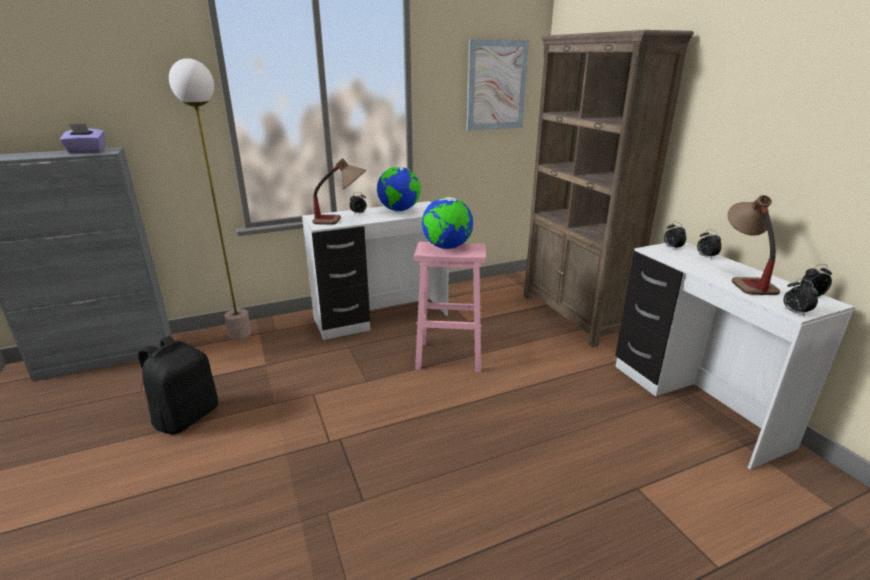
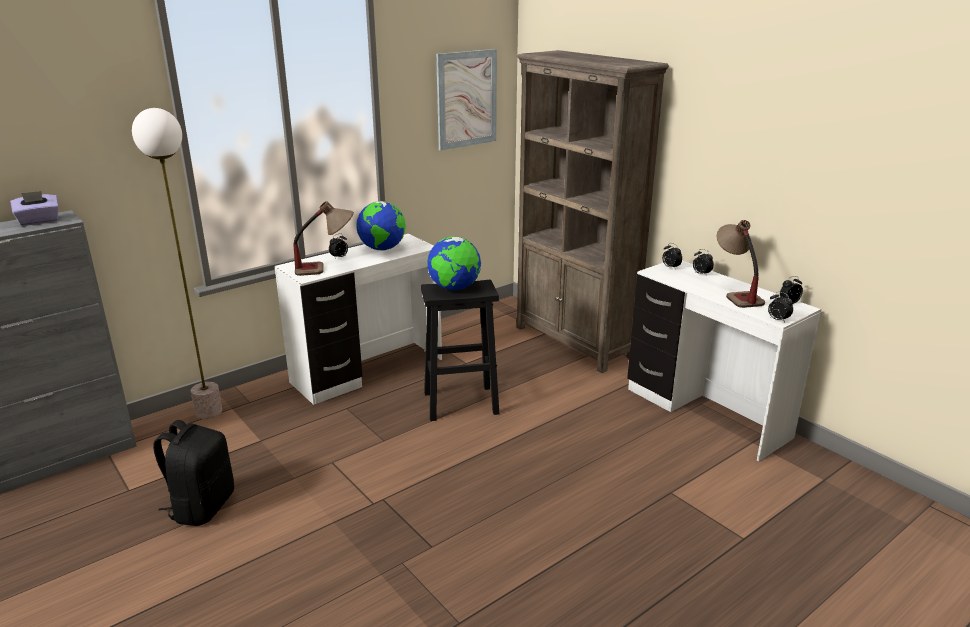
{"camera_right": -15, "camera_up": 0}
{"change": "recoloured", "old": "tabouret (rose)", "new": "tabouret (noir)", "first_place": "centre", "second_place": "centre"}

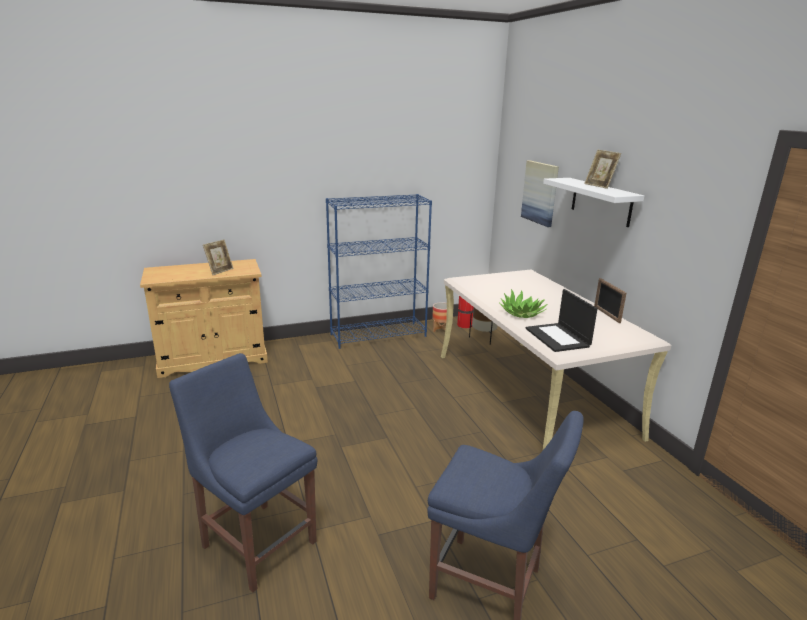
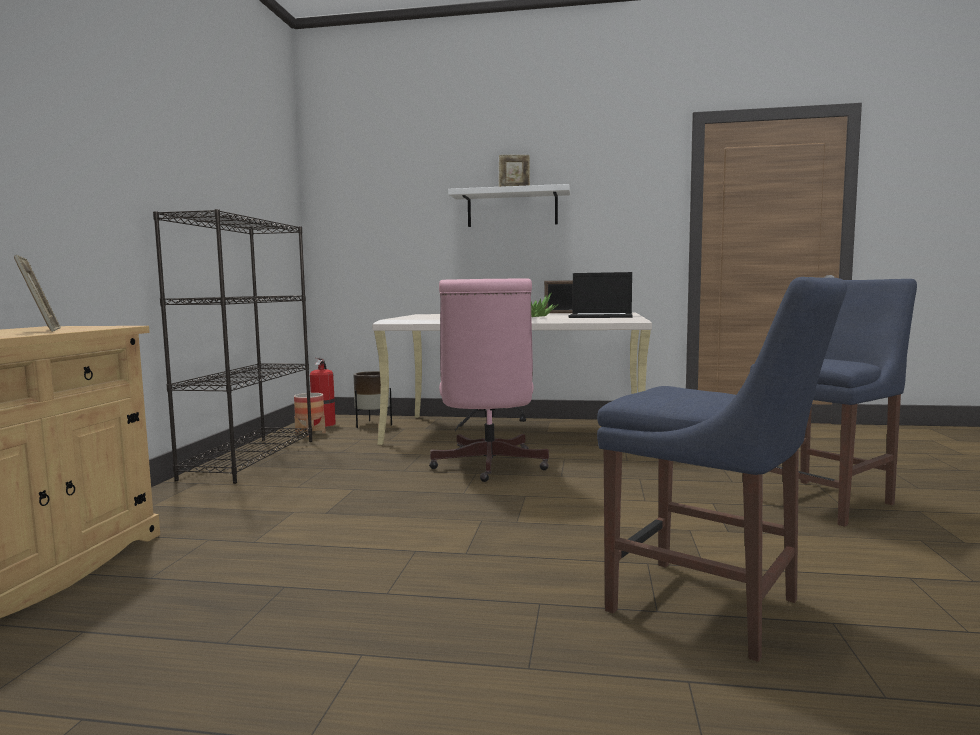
{"camera_right": -60, "camera_up": -15}
{"change": "recoloured", "old": "bibliothèque (bleu)", "new": "bibliothèque (noir)", "first_place": "centre", "second_place": "middle left"}
{"change": "added", "new": "chaise de bureau (rose)", "second_place": "centre"}
{"change": "turned", "old": "chaise (bleu) (1st from left)", "first_place": "bottom left", "second_place": "middle right", "degrees": -120}
{"change": "removed", "old": "tableau", "first_place": "top right"}

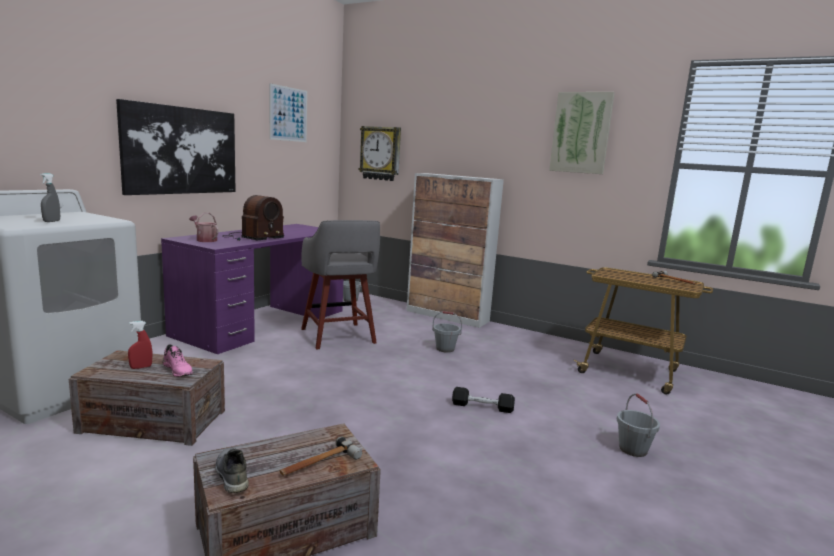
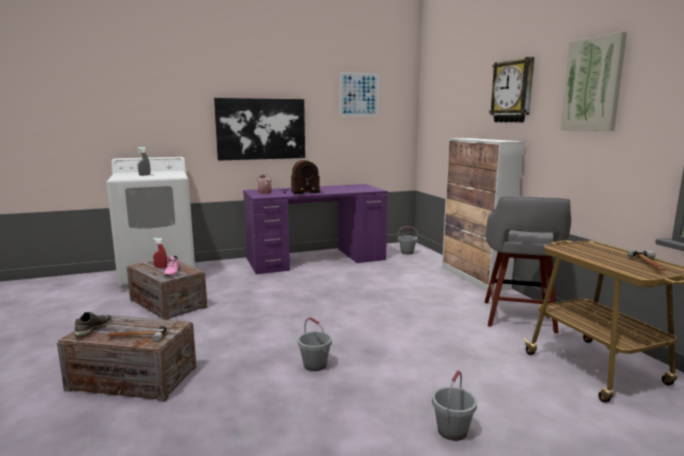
{"camera_right": 40, "camera_up": 0}
{"change": "moved", "old": "seau (gris) (2nd from left in the first image)", "new": "seau (gris) (1st from left)", "first_place": "centre", "second_place": "bottom centre"}
{"change": "moved", "old": "tabouret (gris)", "first_place": "centre", "second_place": "middle right"}
{"change": "moved", "old": "horloge murale", "first_place": "top centre", "second_place": "top right"}
{"change": "removed", "old": "haltère (noir)", "first_place": "bottom centre"}

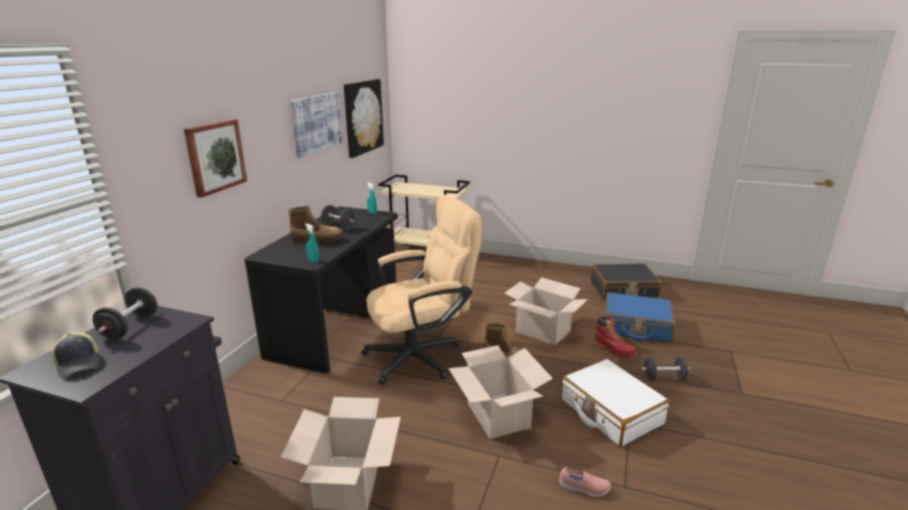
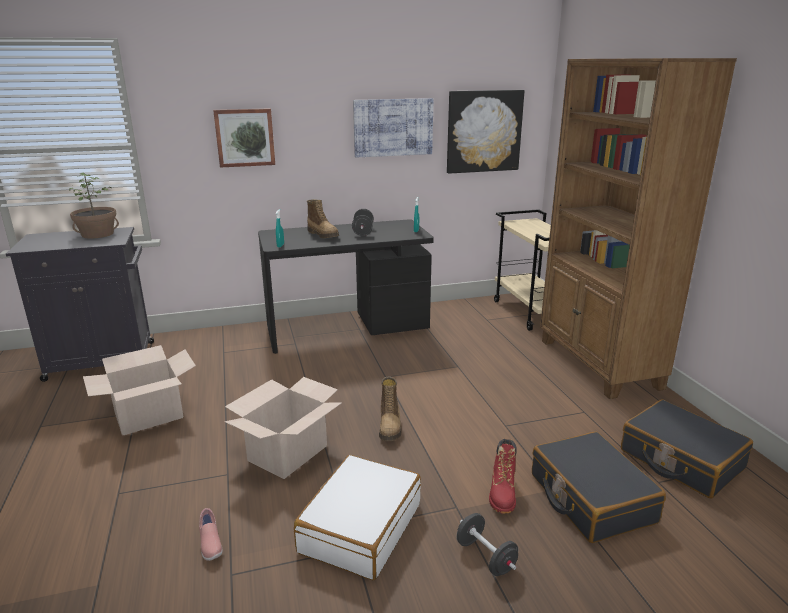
{"camera_right": 55, "camera_up": 0}
{"change": "replaced", "old": "haltère (noir) (1st from left)", "new": "plante en pot", "first_place": "middle left", "second_place": "middle left"}
{"change": "recoloured", "old": "valise (bleu)", "new": "valise (noir) (1st from left)", "first_place": "middle right", "second_place": "bottom right"}
{"change": "added", "new": "bibliothèque (marron)", "second_place": "middle right"}
{"change": "removed", "old": "casquette", "first_place": "bottom left"}
{"change": "removed", "old": "chaise de bureau (beige)", "first_place": "centre"}
{"change": "removed", "old": "carton (3rd from left)", "first_place": "centre"}

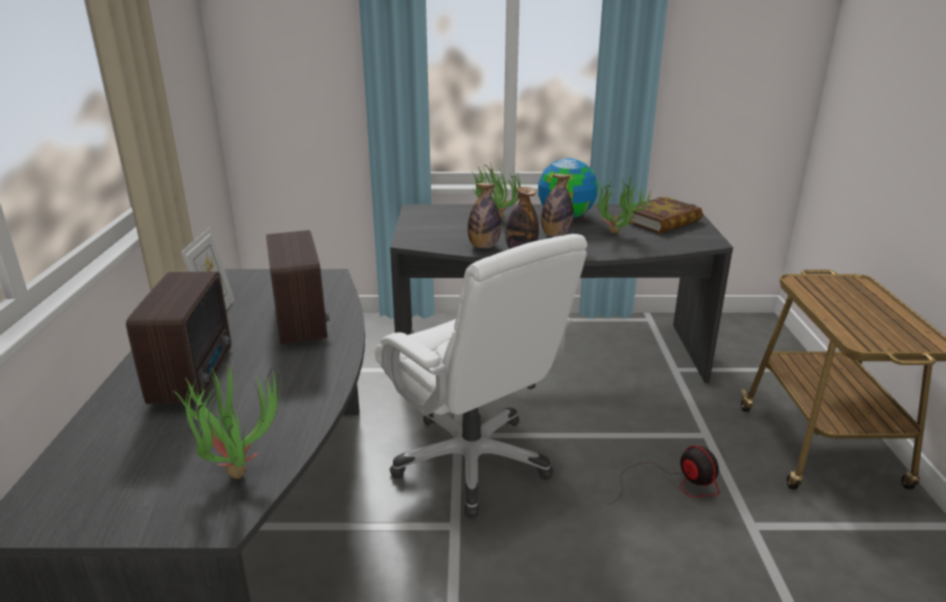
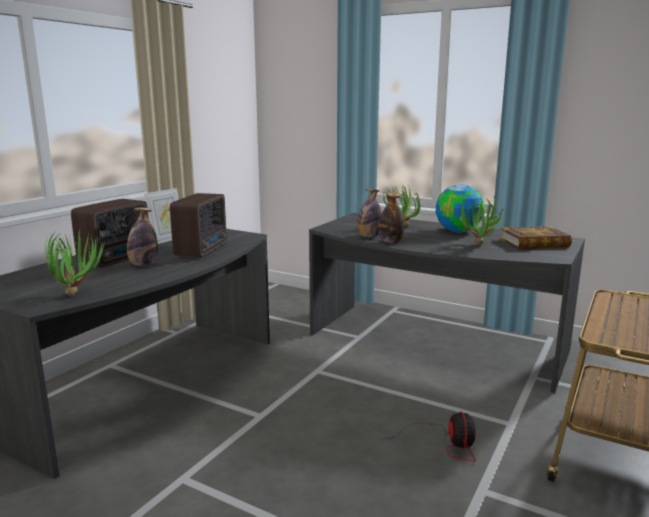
{"camera_right": 30, "camera_up": -10}
{"change": "moved", "old": "bouteille (3rd from left in the first image)", "new": "bouteille (1st from left)", "first_place": "centre", "second_place": "middle left"}
{"change": "removed", "old": "chaise de bureau (blanc)", "first_place": "centre"}

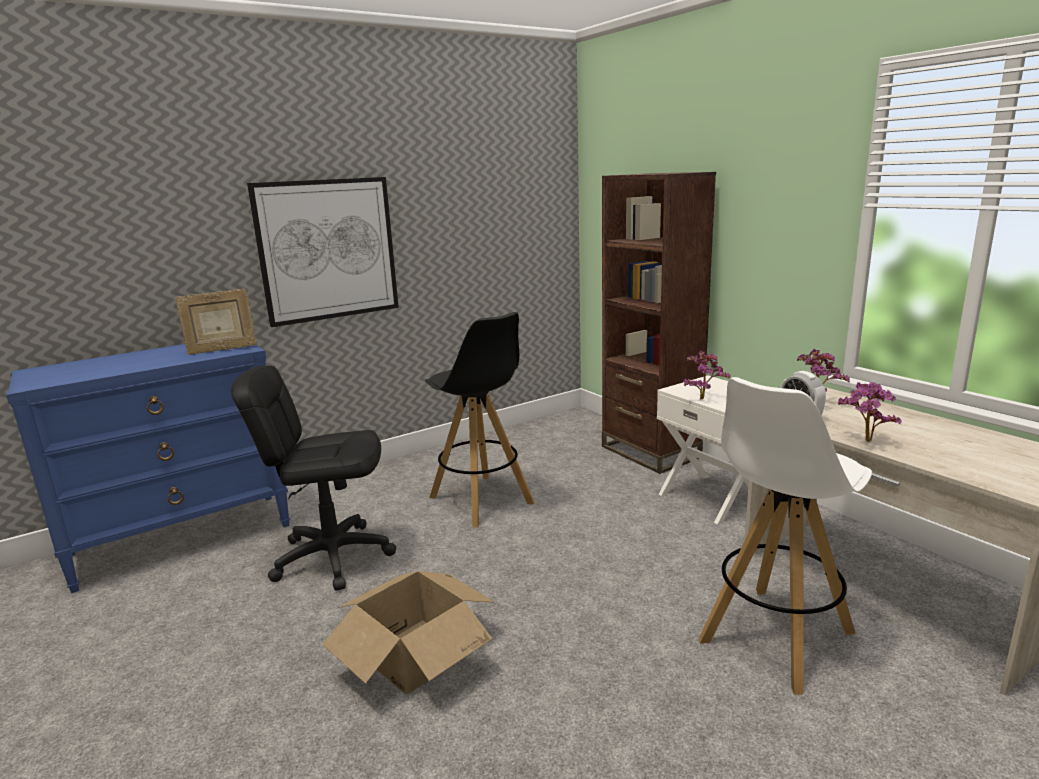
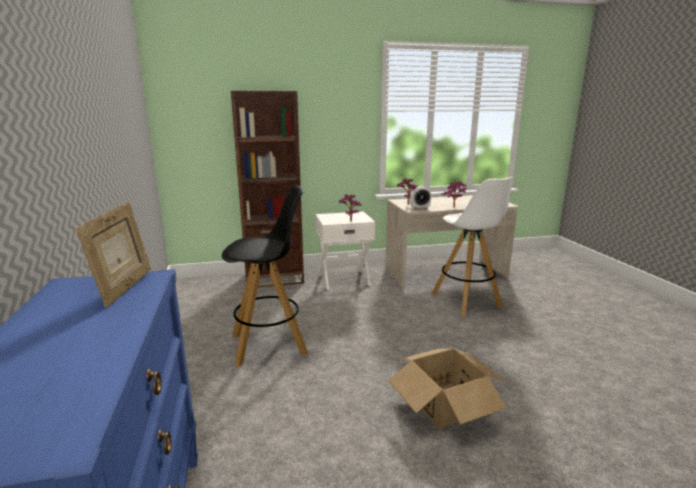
{"camera_right": -70, "camera_up": 0}
{"change": "removed", "old": "chaise de bureau (noir)", "first_place": "middle left"}
{"change": "removed", "old": "tableau", "first_place": "top left"}

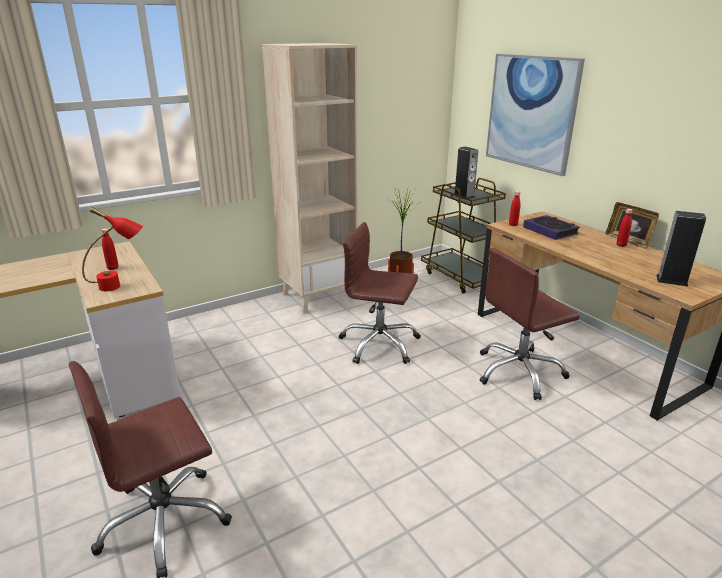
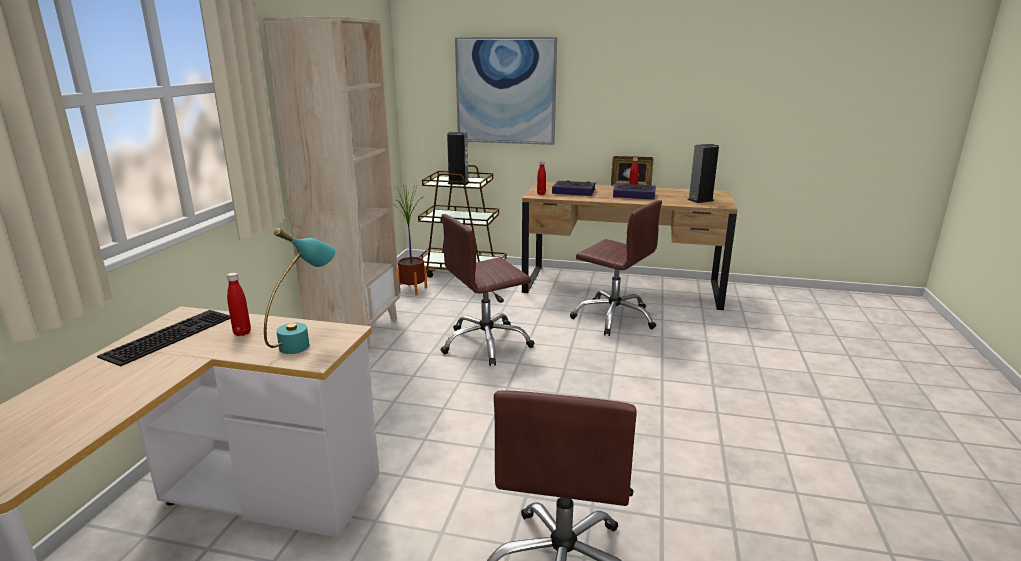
{"camera_right": -45, "camera_up": -5}
{"change": "added", "new": "clavier", "second_place": "middle left"}
{"change": "recoloured", "old": "lampe de table (rouge)", "new": "lampe de table (turquoise)", "first_place": "middle left", "second_place": "middle left"}
{"change": "turned", "old": "chaise de bureau (marron) (3rd from left)", "first_place": "middle right", "second_place": "centre", "degrees": -75}
{"change": "added", "new": "livre (2nd from left)", "second_place": "centre"}

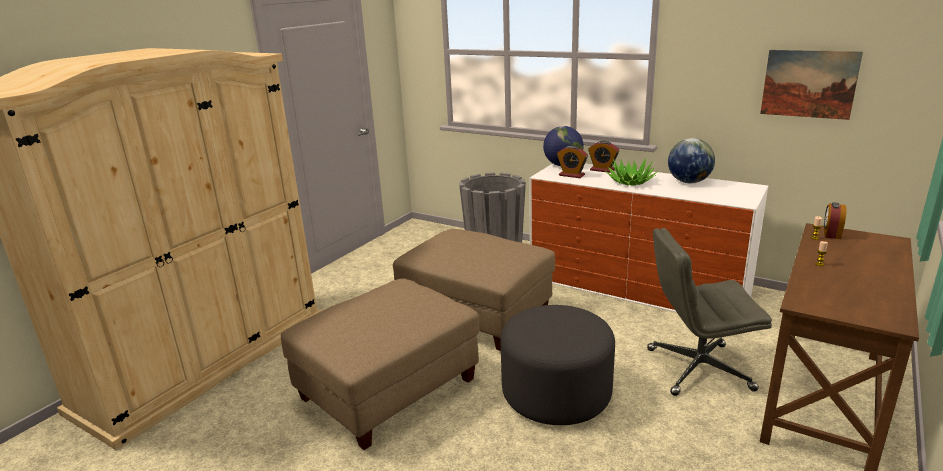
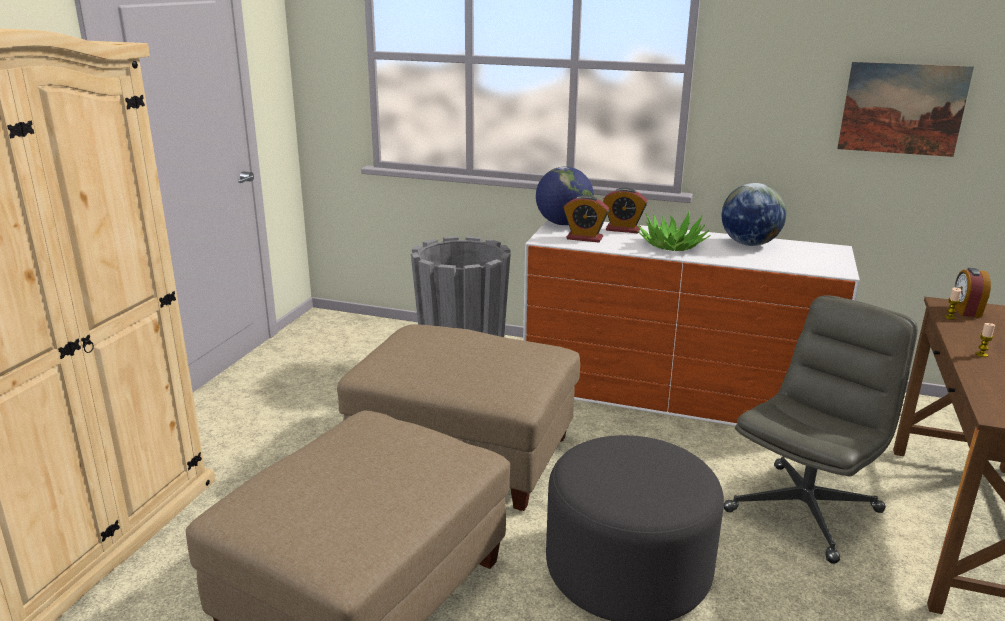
{"camera_right": -15, "camera_up": 0}
{"change": "turned", "old": "chaise de bureau (gris)", "first_place": "middle right", "second_place": "bottom right", "degrees": 150}

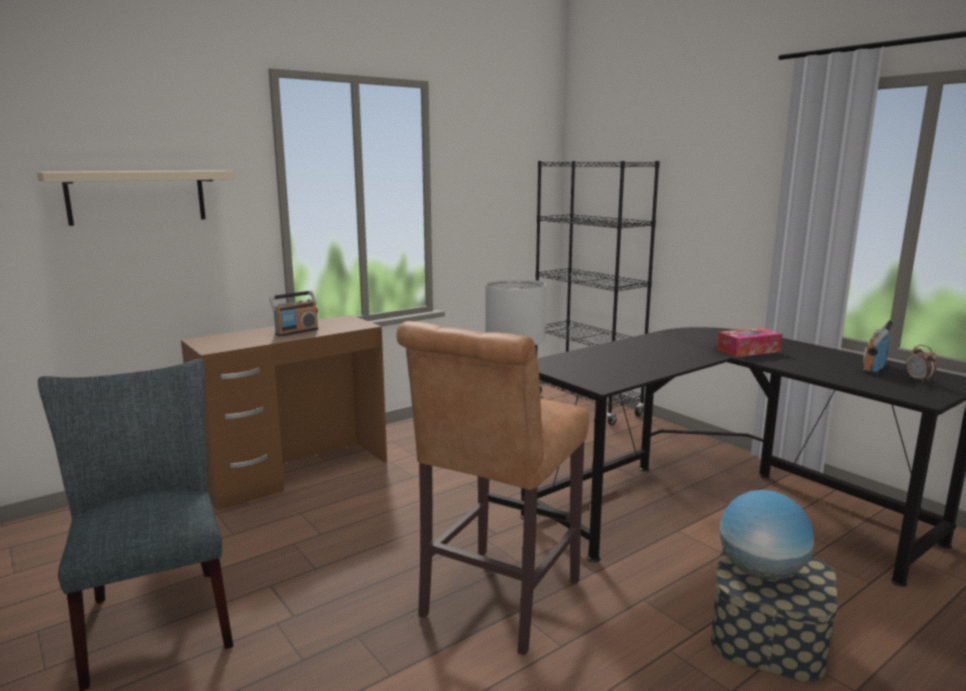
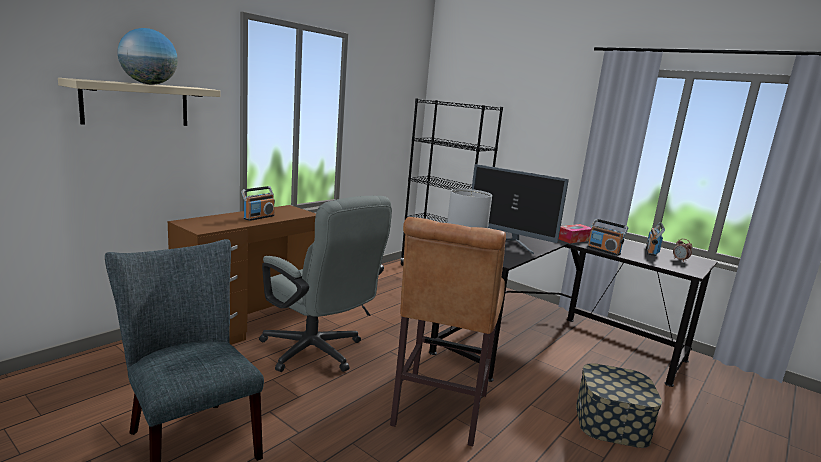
{"camera_right": -15, "camera_up": 0}
{"change": "moved", "old": "globe", "first_place": "bottom right", "second_place": "top left"}
{"change": "added", "new": "chaise de bureau (gris)", "second_place": "centre"}
{"change": "added", "new": "écran d'ordinateur", "second_place": "centre"}
{"change": "added", "new": "radio (2nd from left)", "second_place": "middle right"}

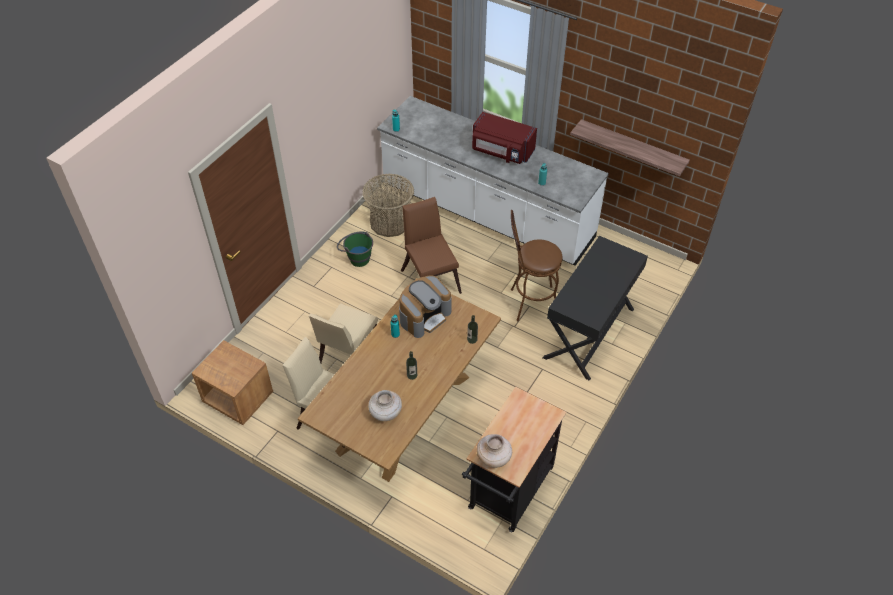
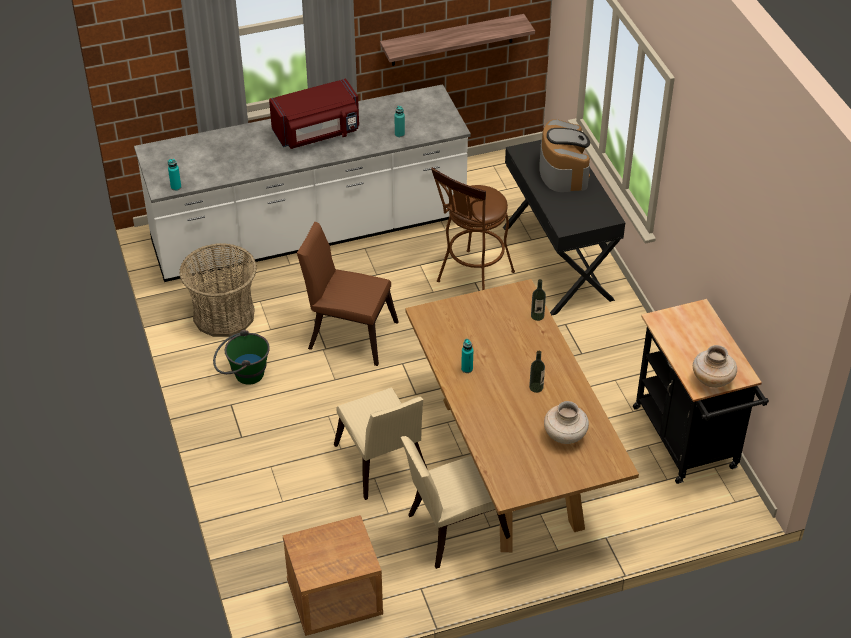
{"camera_right": -50, "camera_up": -5}
{"change": "moved", "old": "machine à café", "first_place": "centre", "second_place": "top centre"}

